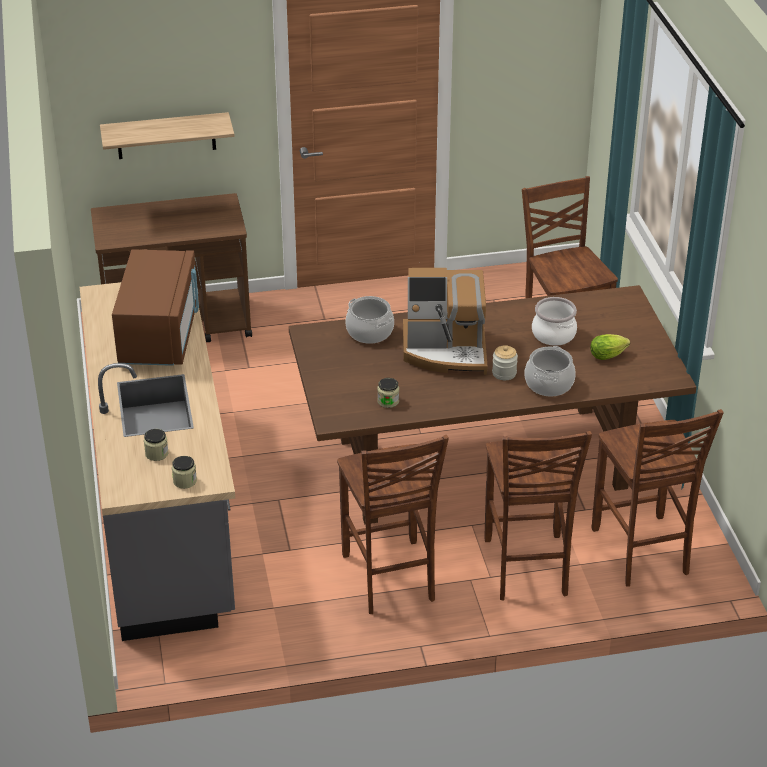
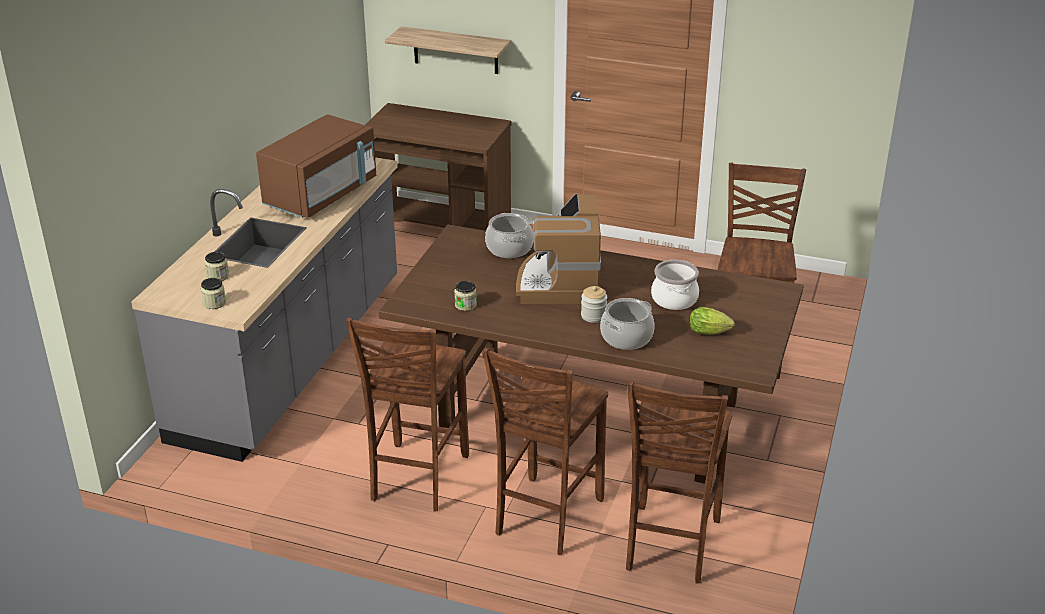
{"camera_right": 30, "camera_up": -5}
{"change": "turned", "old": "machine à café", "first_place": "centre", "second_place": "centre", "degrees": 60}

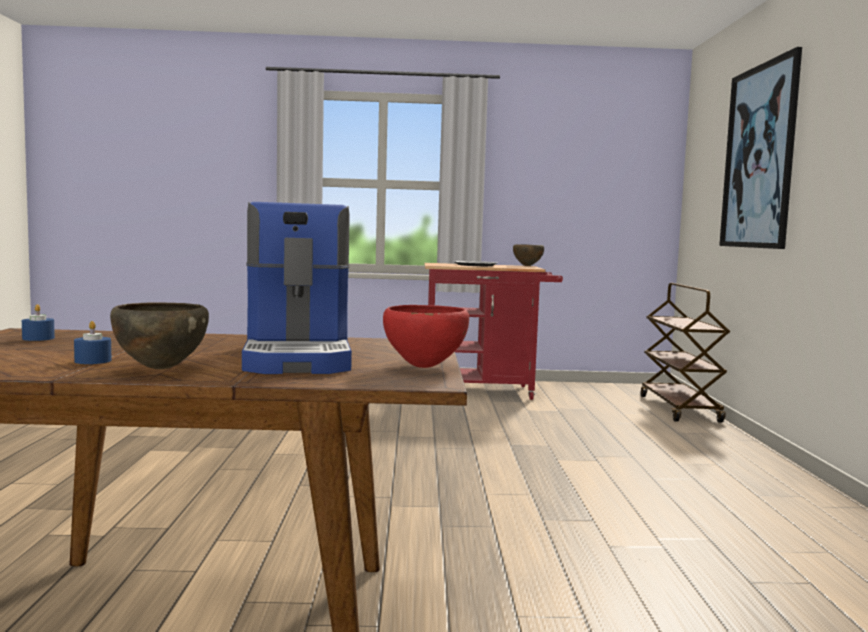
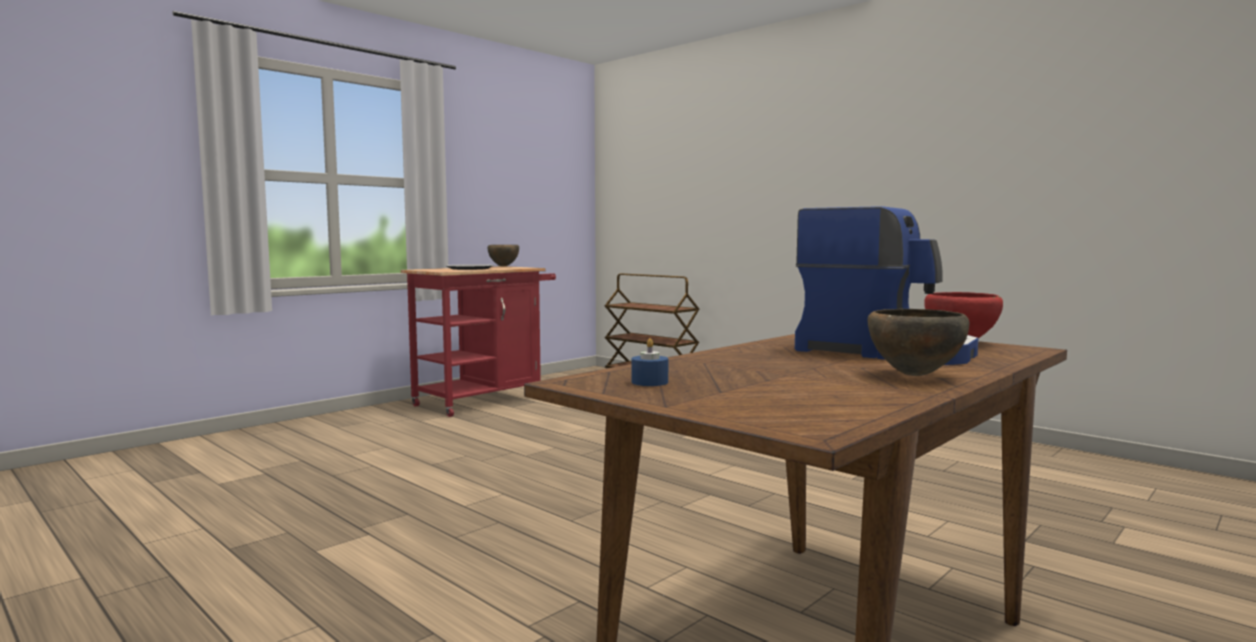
{"camera_right": -45, "camera_up": 0}
{"change": "removed", "old": "bougie (bleu) (2nd from left)", "first_place": "middle left"}
{"change": "removed", "old": "tableau", "first_place": "top right"}

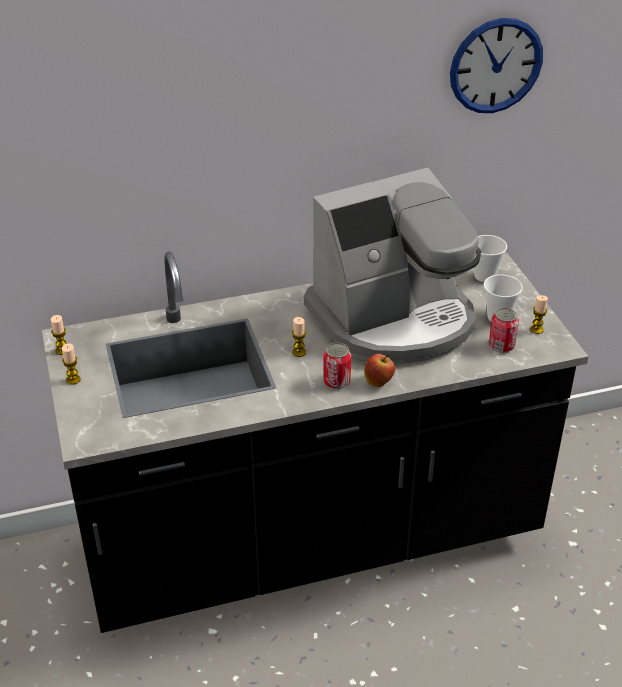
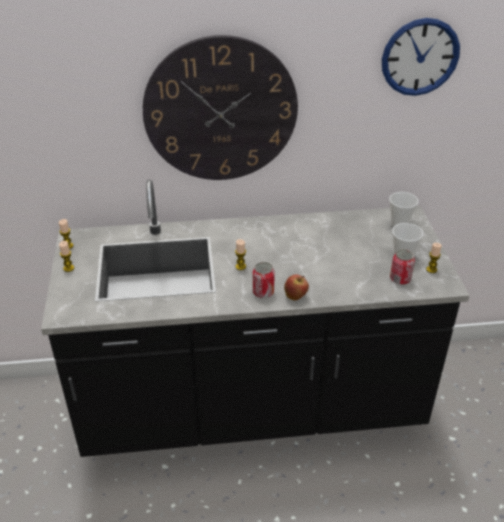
{"camera_right": 10, "camera_up": 0}
{"change": "added", "new": "horloge murale (1st from left)", "second_place": "top centre"}
{"change": "removed", "old": "machine à café", "first_place": "centre"}

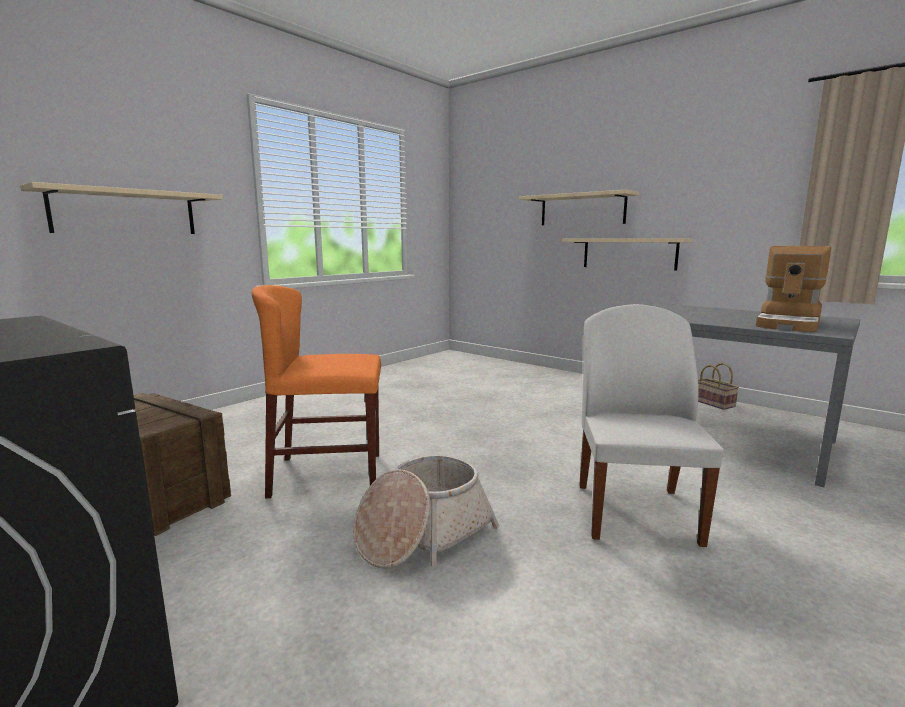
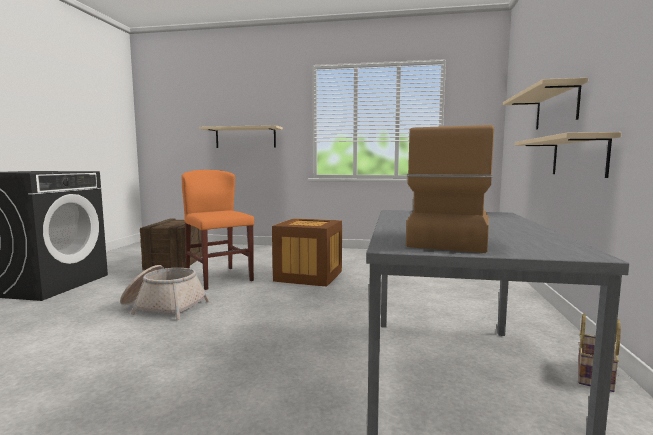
{"camera_right": 60, "camera_up": -5}
{"change": "added", "new": "caisse (2nd from left)", "second_place": "centre"}
{"change": "turned", "old": "machine à café", "first_place": "middle right", "second_place": "middle right", "degrees": 105}
{"change": "removed", "old": "chaise (blanc)", "first_place": "middle right"}

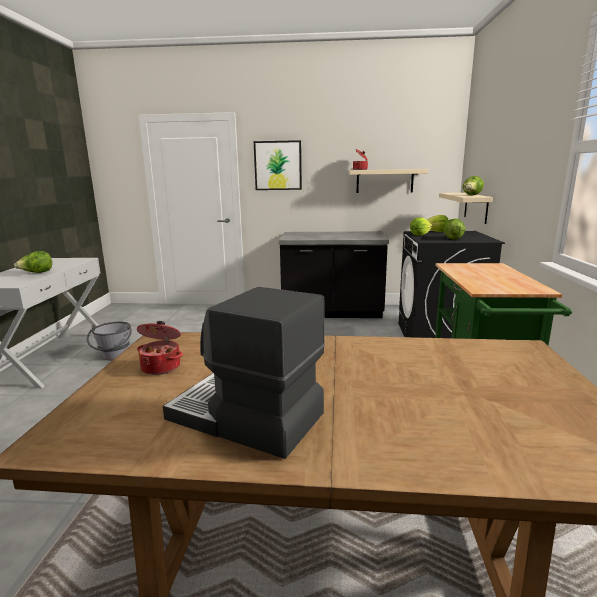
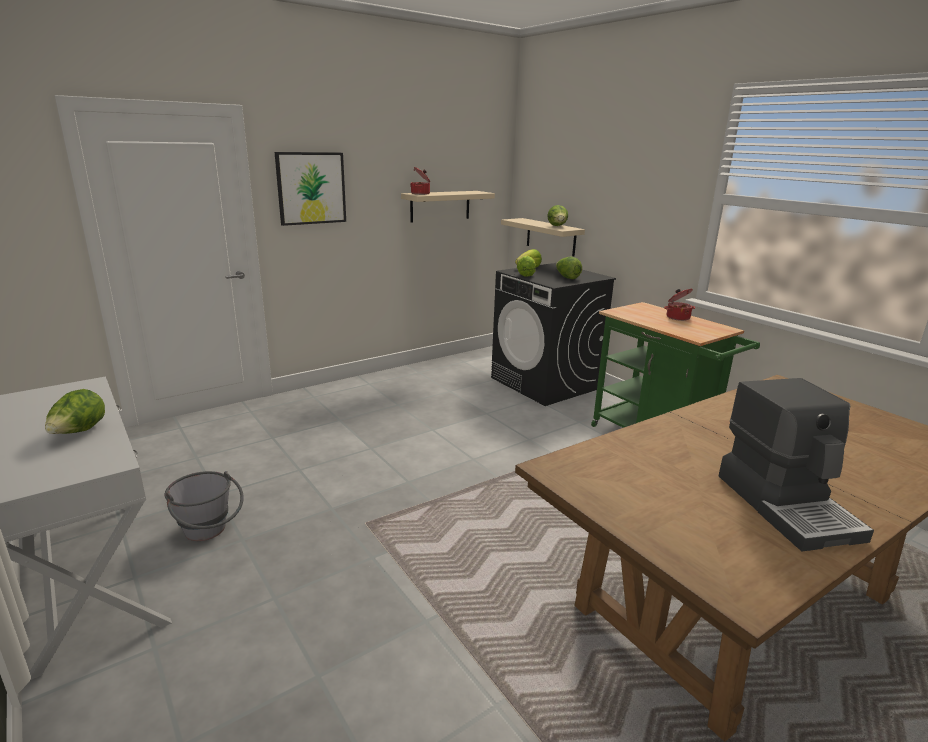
{"camera_right": -40, "camera_up": 5}
{"change": "moved", "old": "marmite (1st from left in the first image)", "new": "marmite (2nd from left)", "first_place": "middle left", "second_place": "middle right"}
{"change": "turned", "old": "machine à café", "first_place": "centre", "second_place": "middle right", "degrees": -90}
{"change": "removed", "old": "comptoir de cuisine (noir)", "first_place": "centre"}

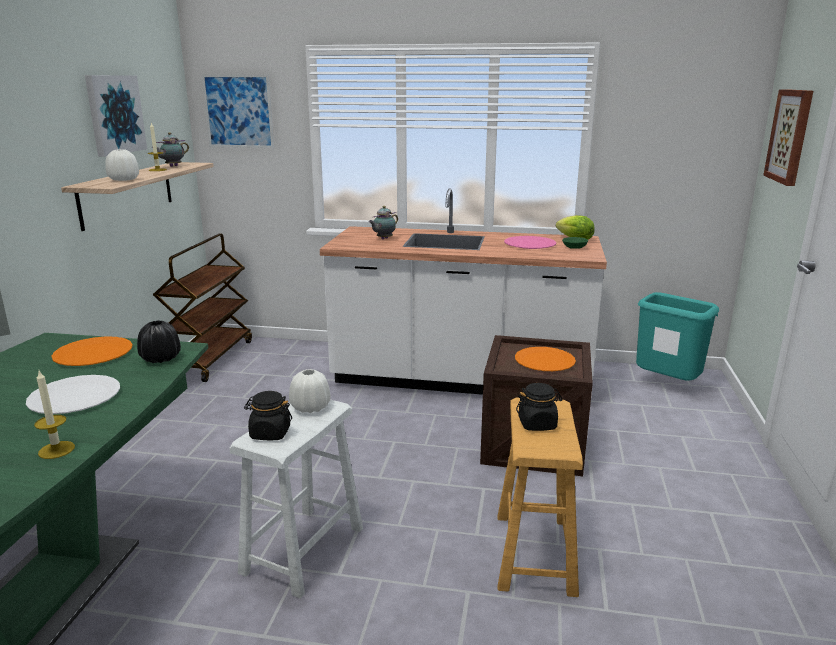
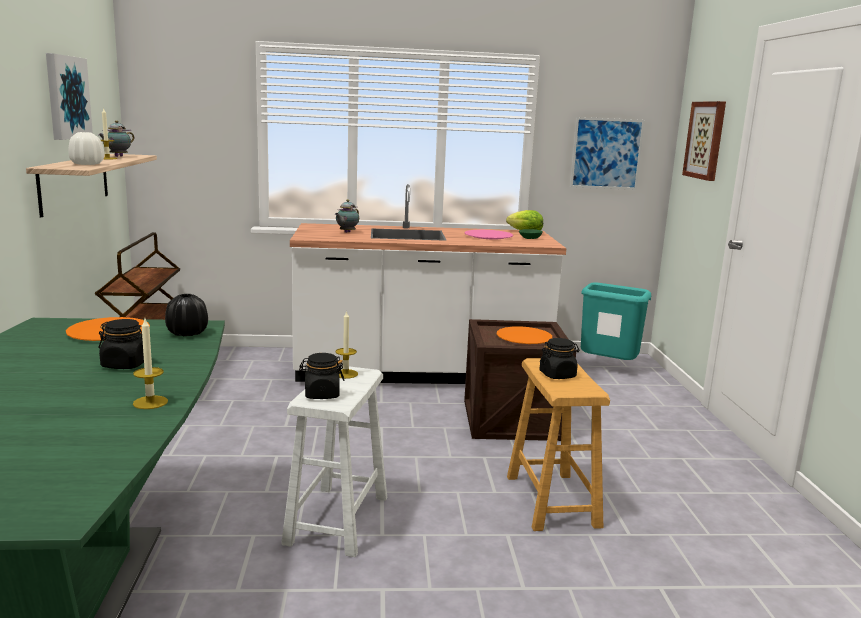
{"camera_right": -15, "camera_up": -5}
{"change": "replaced", "old": "assiette (blanc)", "new": "bocal (noir) (1st from left)", "first_place": "middle left", "second_place": "middle left"}
{"change": "replaced", "old": "vase (blanc) (2nd from left)", "new": "bougie (3rd from left)", "first_place": "centre", "second_place": "centre"}
{"change": "moved", "old": "tableau (2nd from left)", "first_place": "top left", "second_place": "top right"}

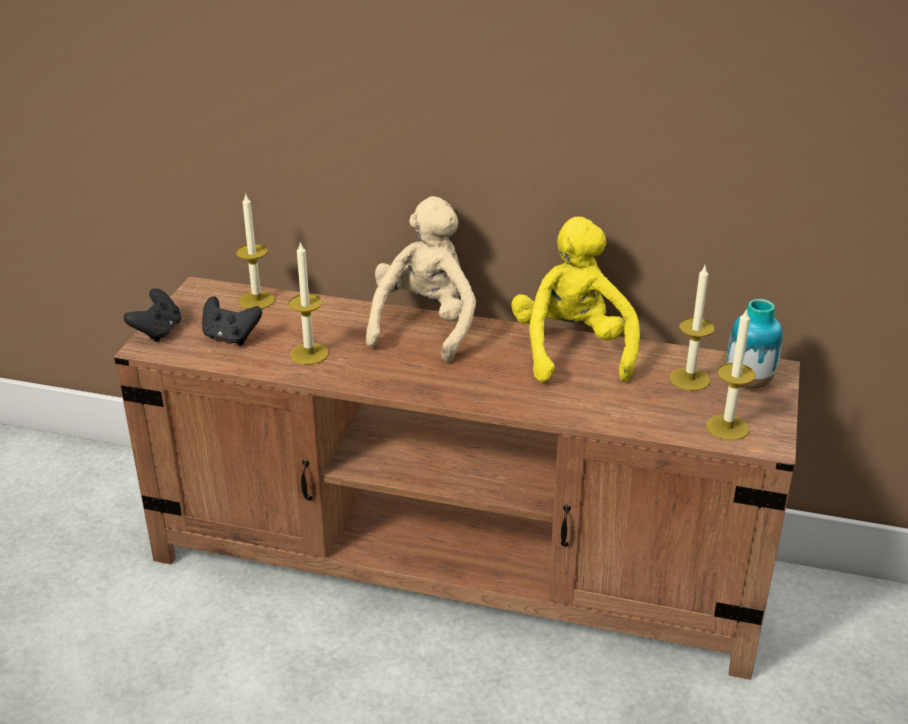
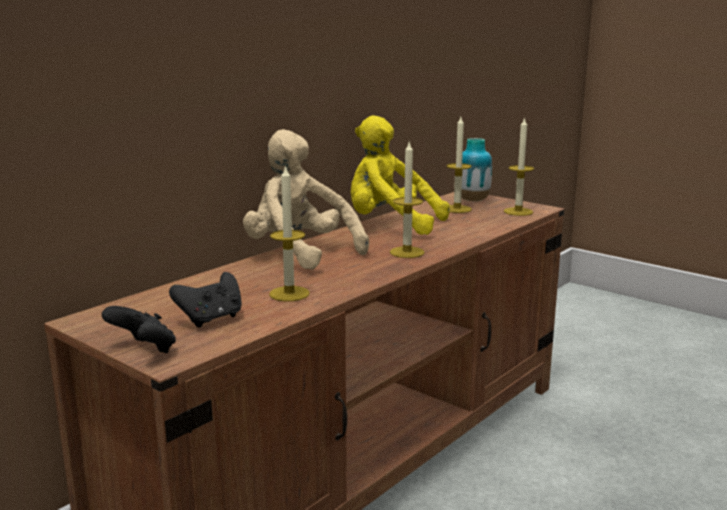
{"camera_right": -65, "camera_up": -15}
{"change": "moved", "old": "bougie (1st from left in the first image)", "new": "bougie (2nd from left)", "first_place": "middle left", "second_place": "centre"}

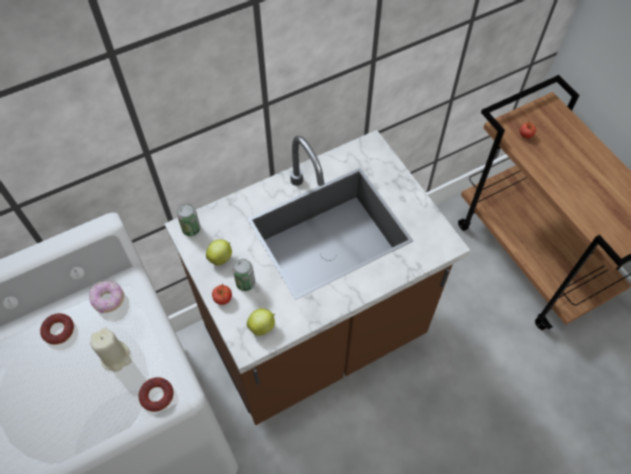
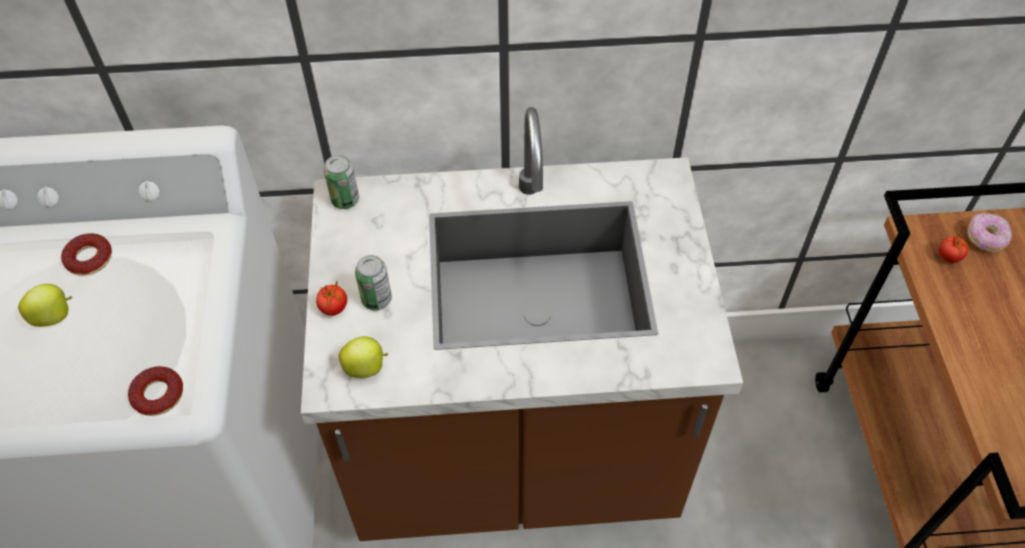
{"camera_right": 25, "camera_up": -5}
{"change": "moved", "old": "pomme (1st from left)", "first_place": "centre", "second_place": "middle left"}
{"change": "moved", "old": "beignet (2nd from left in the first image)", "new": "beignet (3rd from left)", "first_place": "middle left", "second_place": "middle right"}
{"change": "removed", "old": "bougie (beige)", "first_place": "bottom left"}

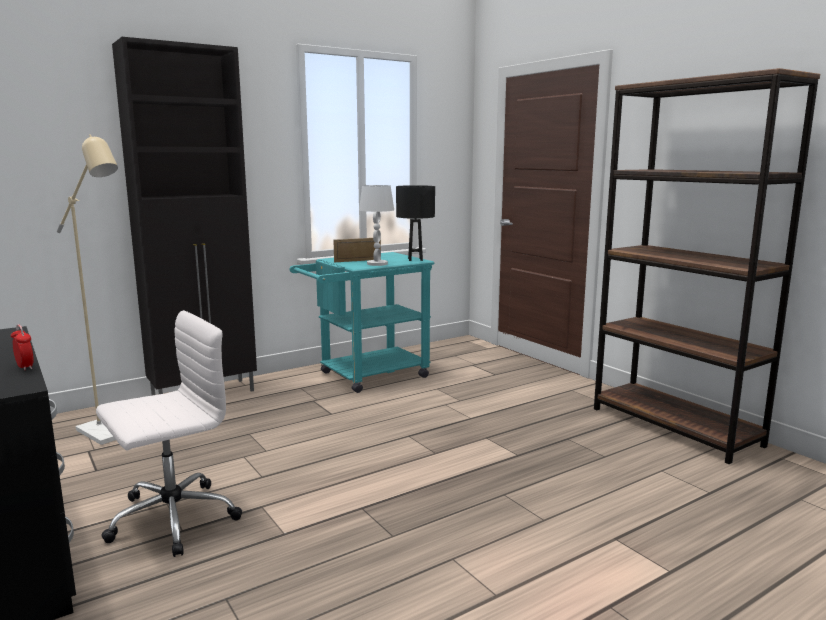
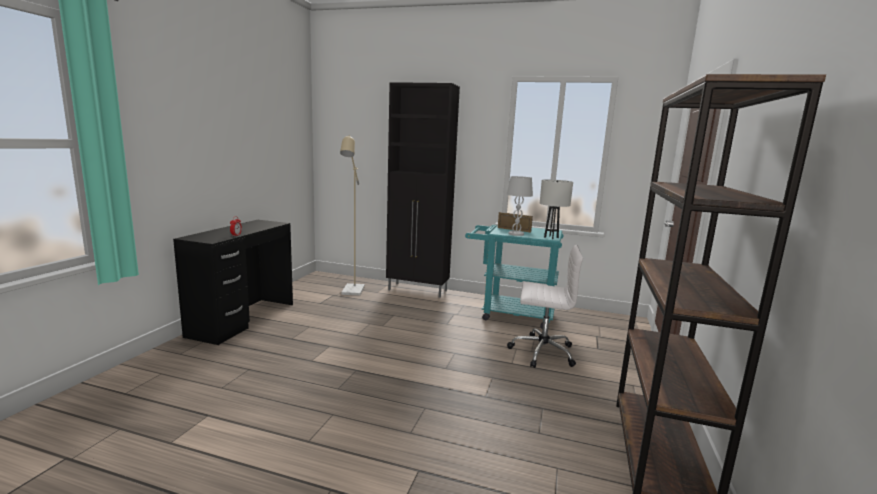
{"camera_right": 50, "camera_up": 0}
{"change": "moved", "old": "chaise de bureau (blanc)", "first_place": "bottom left", "second_place": "centre"}
{"change": "recoloured", "old": "lampe de table (noir)", "new": "lampe de table (blanc) (2nd from left)", "first_place": "centre", "second_place": "centre"}

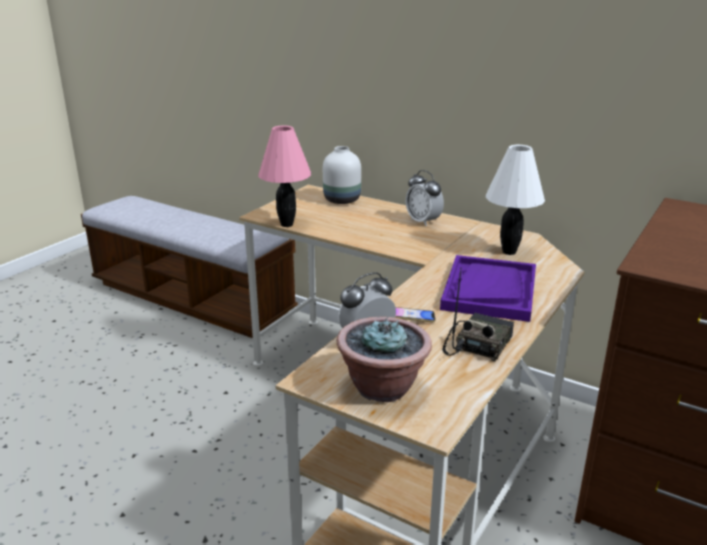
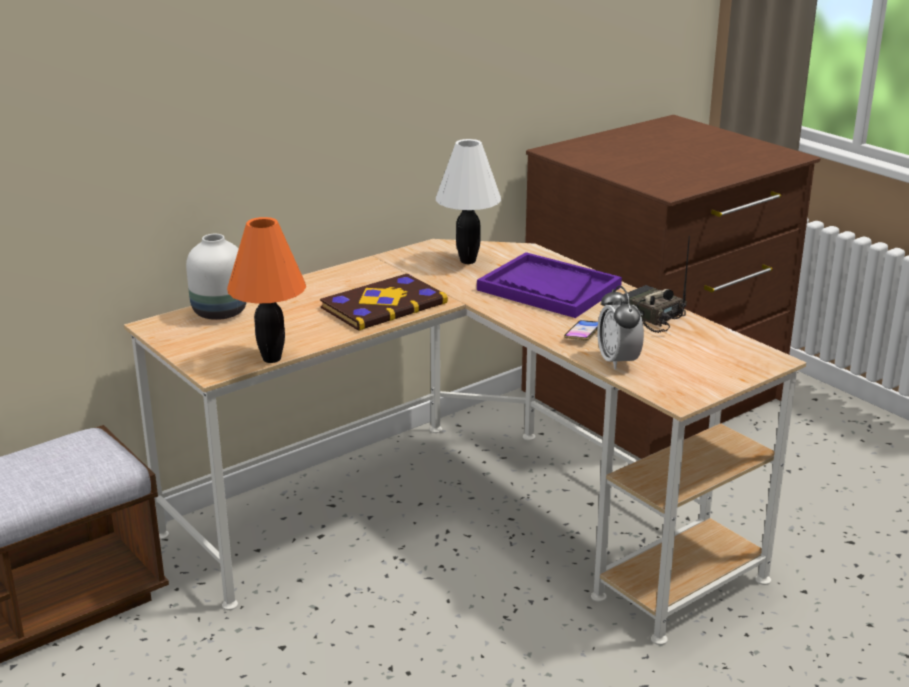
{"camera_right": -70, "camera_up": 0}
{"change": "recoloured", "old": "lampe de table (rose)", "new": "lampe de table (orange)", "first_place": "top centre", "second_place": "middle left"}
{"change": "added", "new": "livre", "second_place": "centre"}
{"change": "removed", "old": "plante en pot", "first_place": "centre"}
{"change": "removed", "old": "réveil (2nd from left)", "first_place": "centre"}

